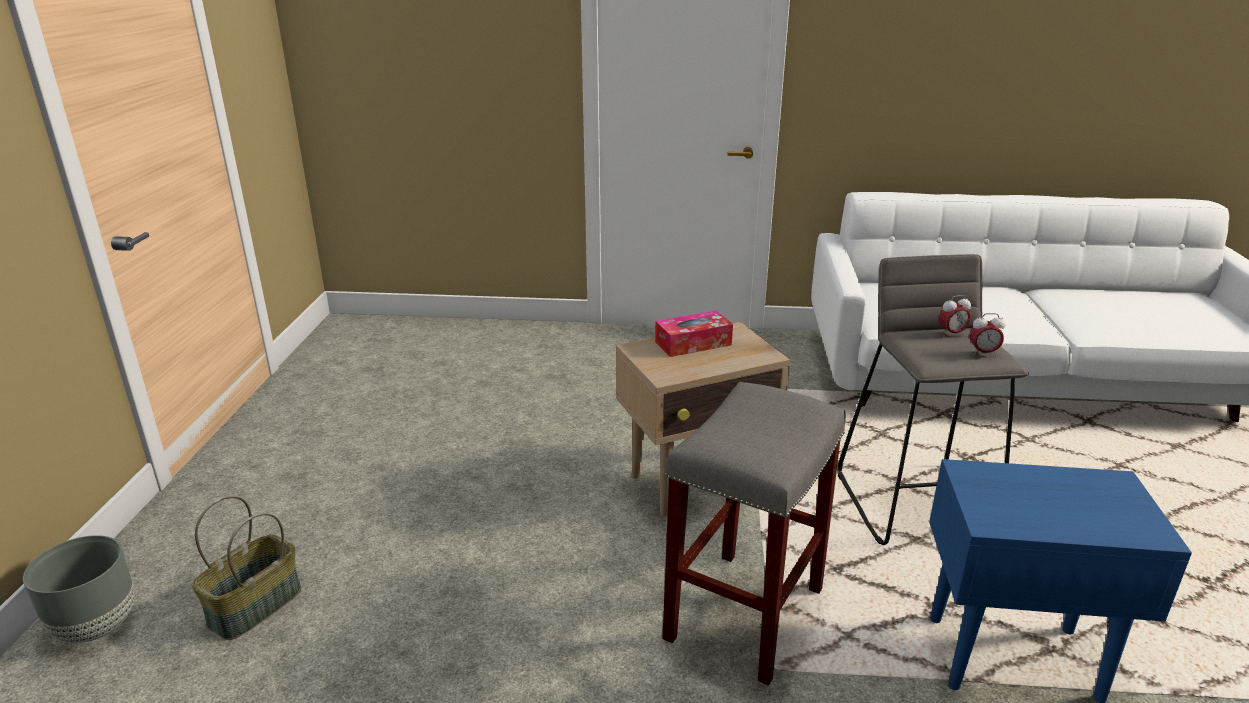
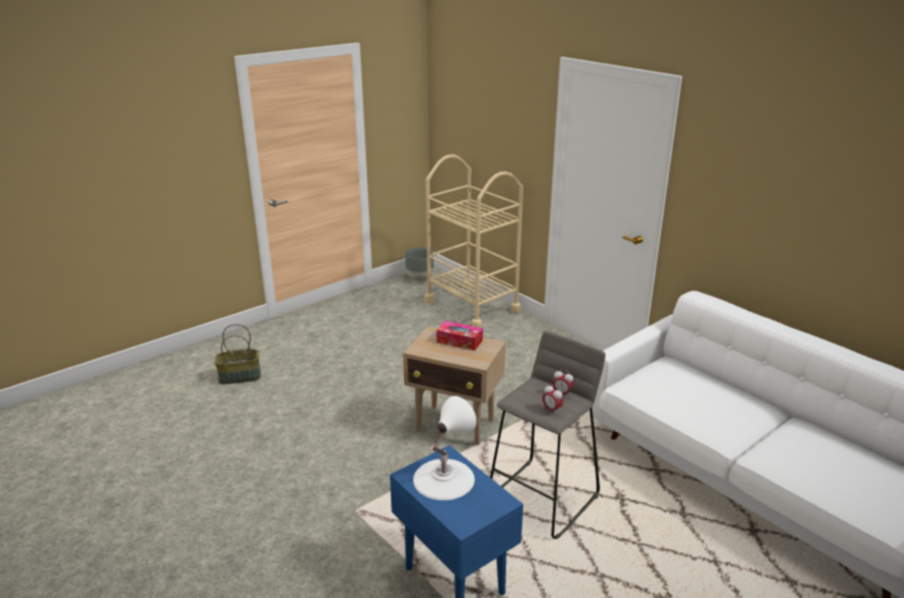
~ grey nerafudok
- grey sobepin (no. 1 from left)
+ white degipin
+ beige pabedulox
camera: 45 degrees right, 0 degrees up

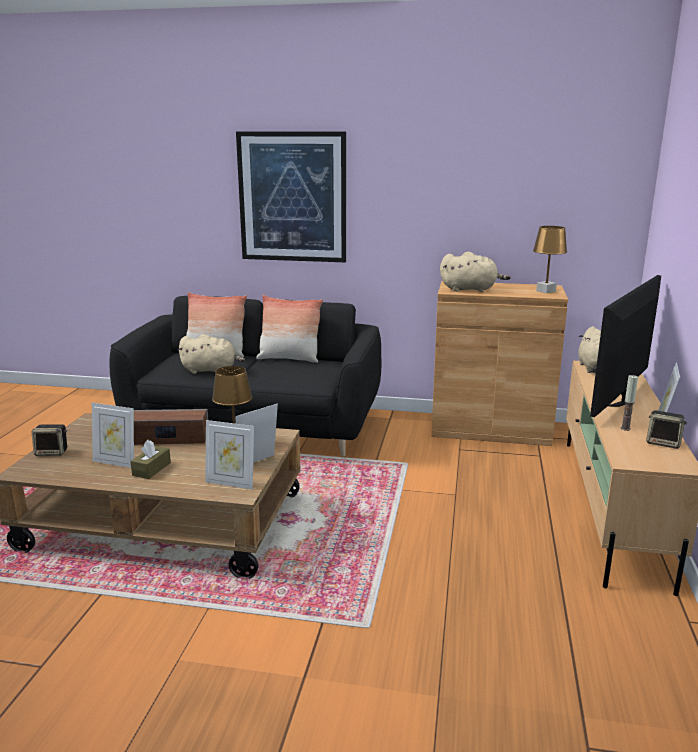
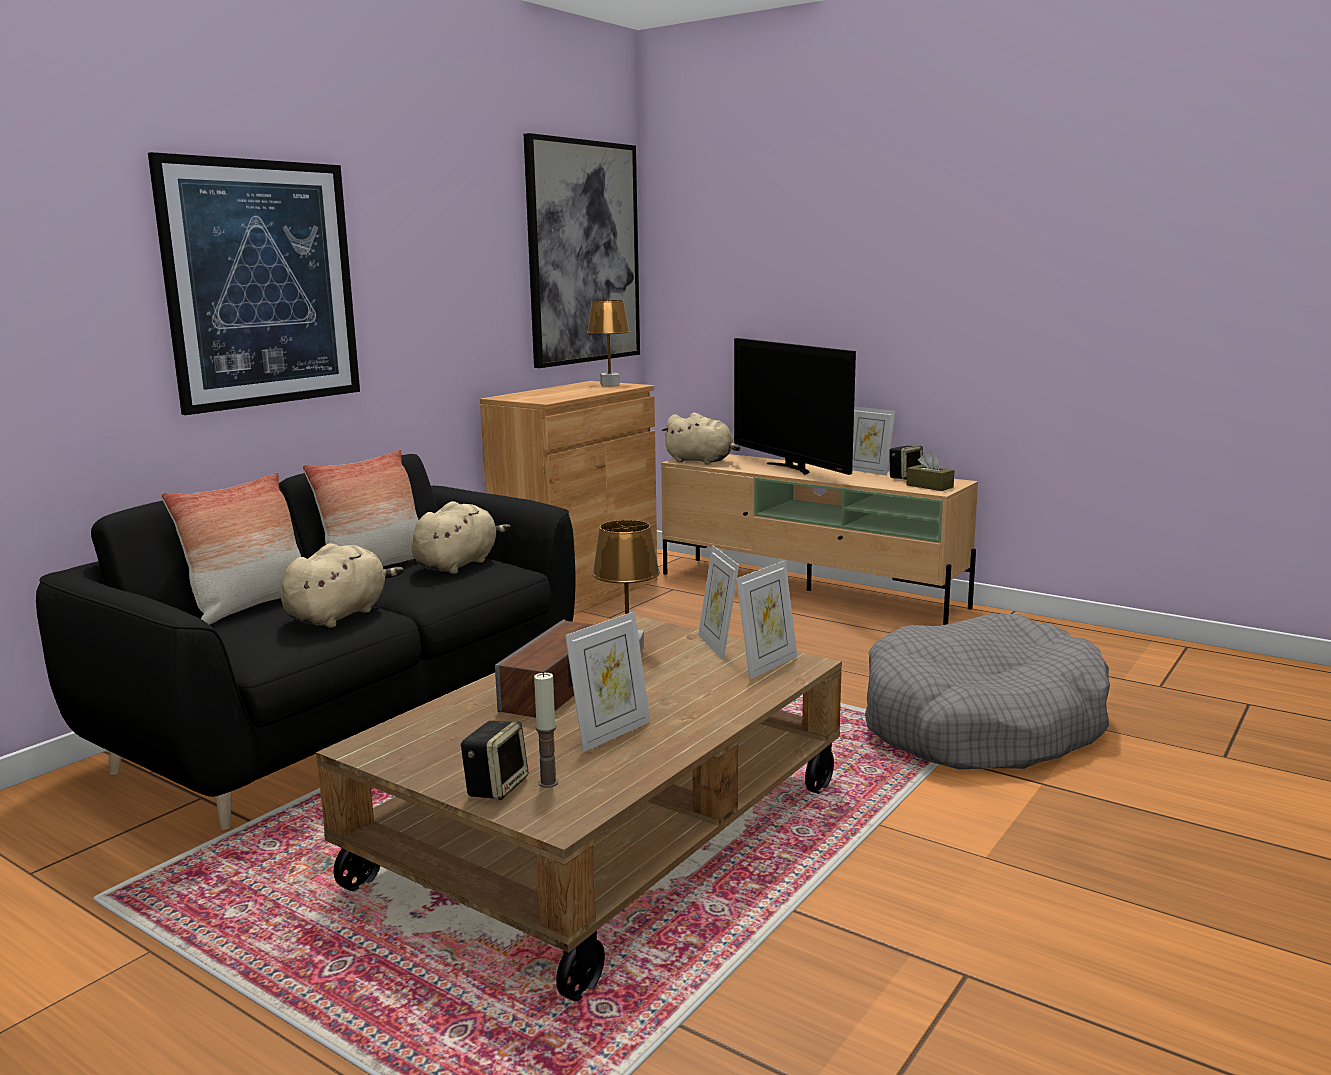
~ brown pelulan
~ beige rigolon (no. 2 from left)
~ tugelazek
+ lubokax (no. 2 from left)
+ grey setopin
camera: 65 degrees left, 5 degrees down

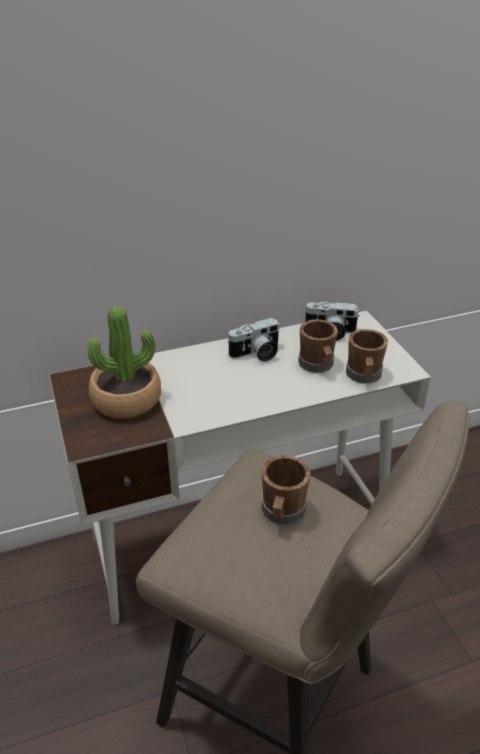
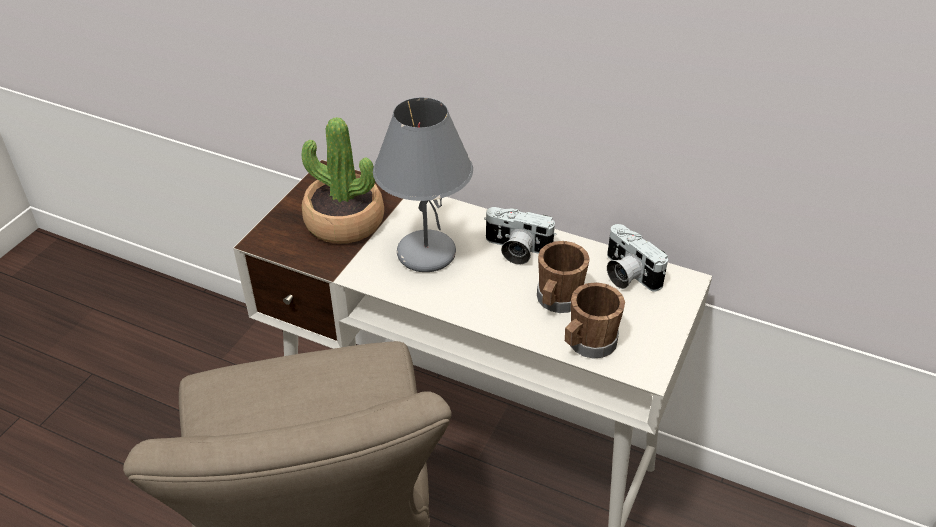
- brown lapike (no. 1 from left)
+ grey degipin
camera: 45 degrees right, 5 degrees up

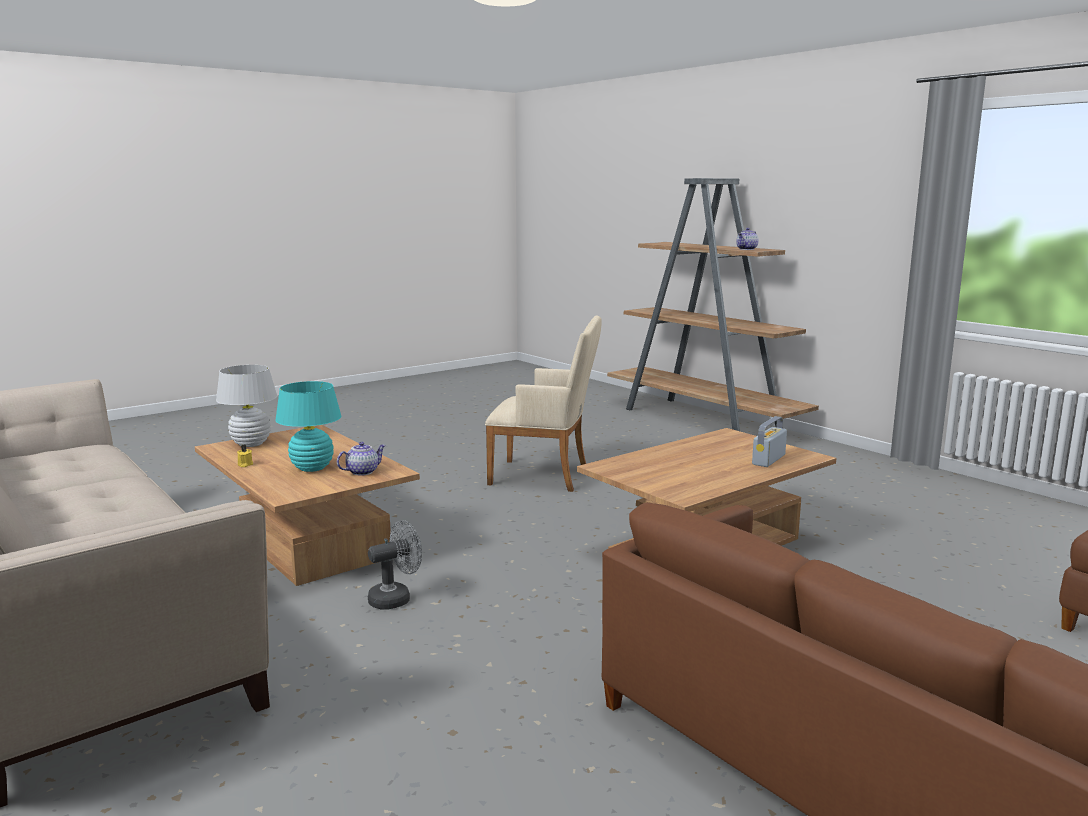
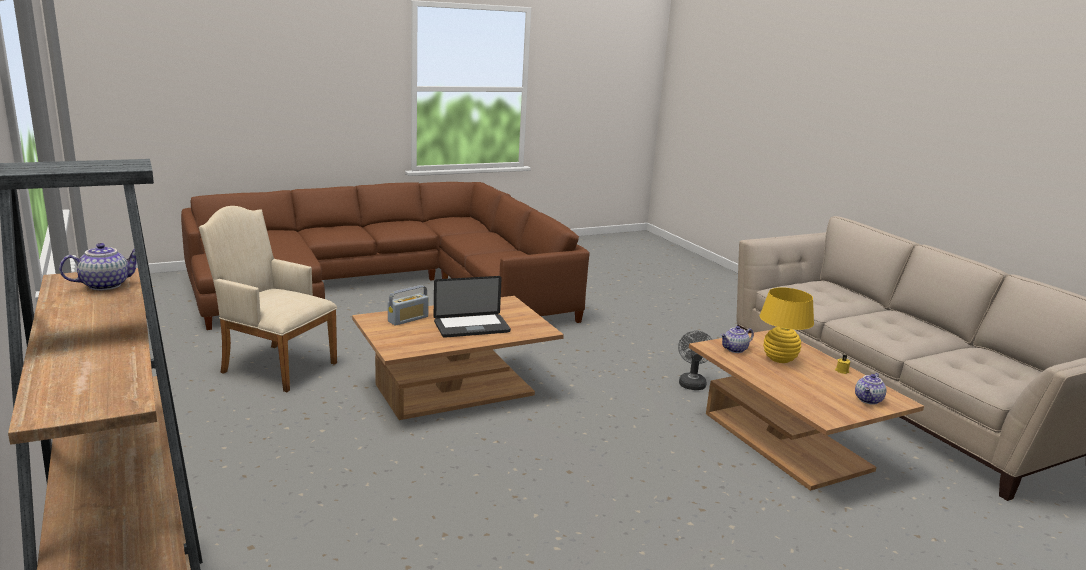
~ white degipin to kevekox (no. 3 from left)
~ turquoise degipin to yellow degipin
~ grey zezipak 120 degrees clockwise
~ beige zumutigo
+ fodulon
camera: 170 degrees left, 5 degrees up

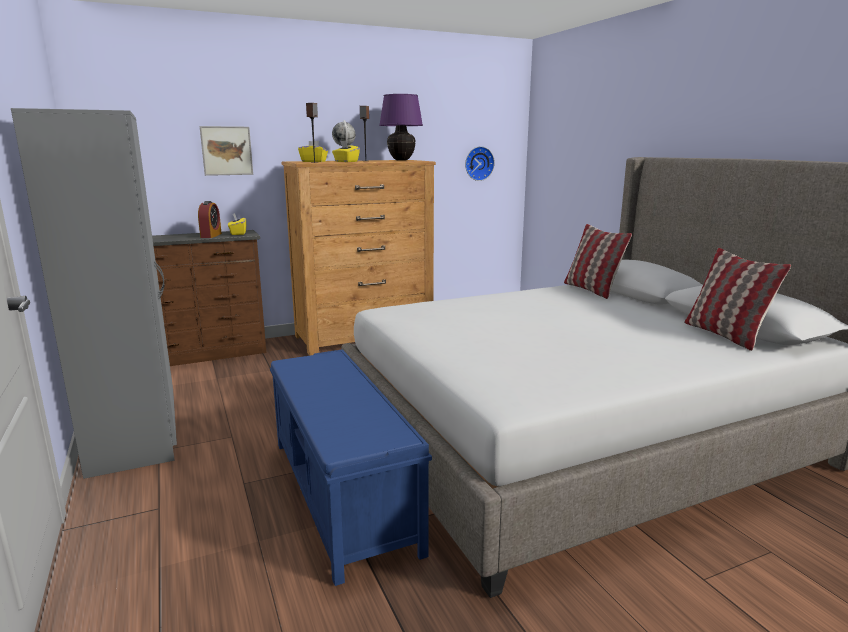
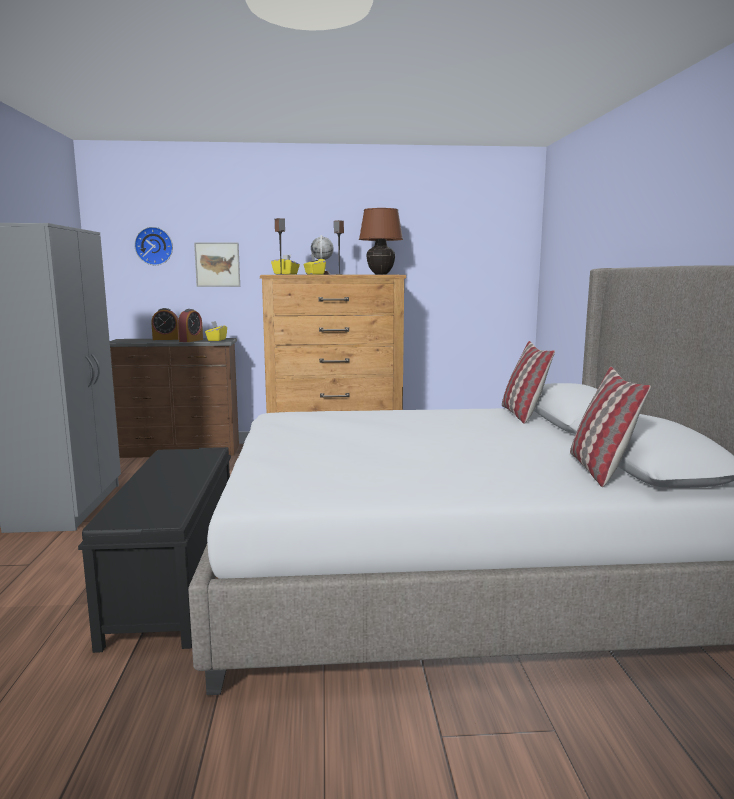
~ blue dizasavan to black dizasavan
~ purple degipin to brown degipin
~ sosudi
+ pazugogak (no. 1 from left)
camera: 20 degrees right, 5 degrees down

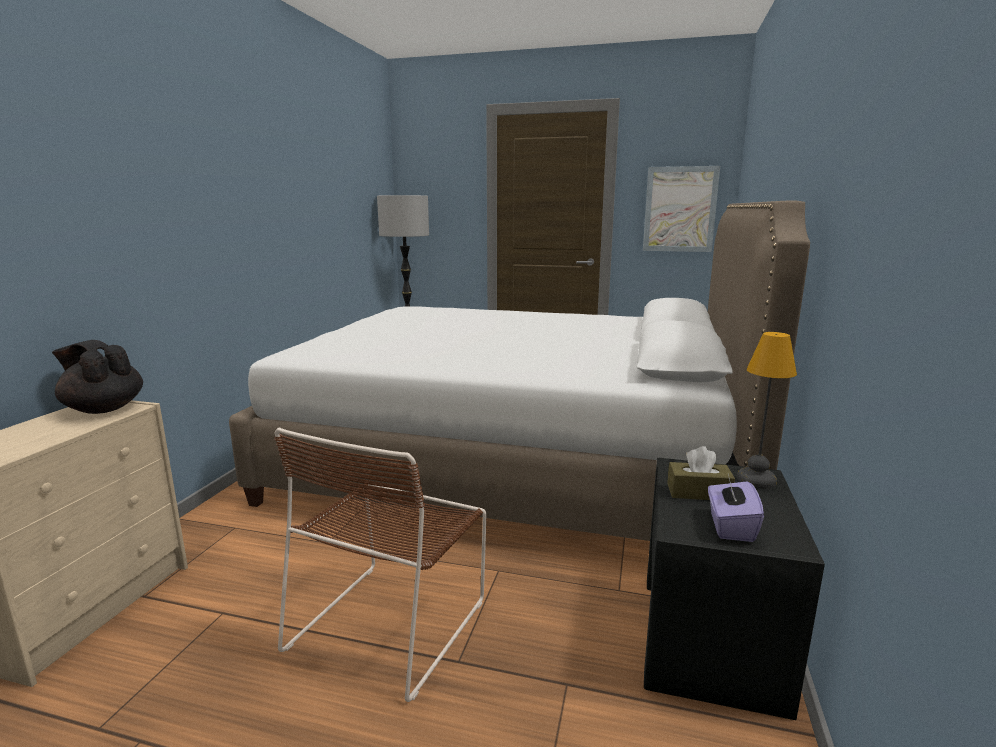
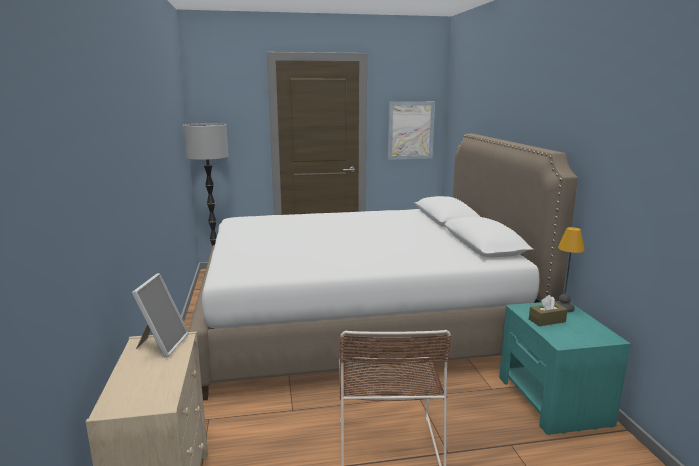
~ black kevekox to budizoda
~ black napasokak to turquoise napasokak
- purple pelulan
camera: 25 degrees left, 0 degrees up

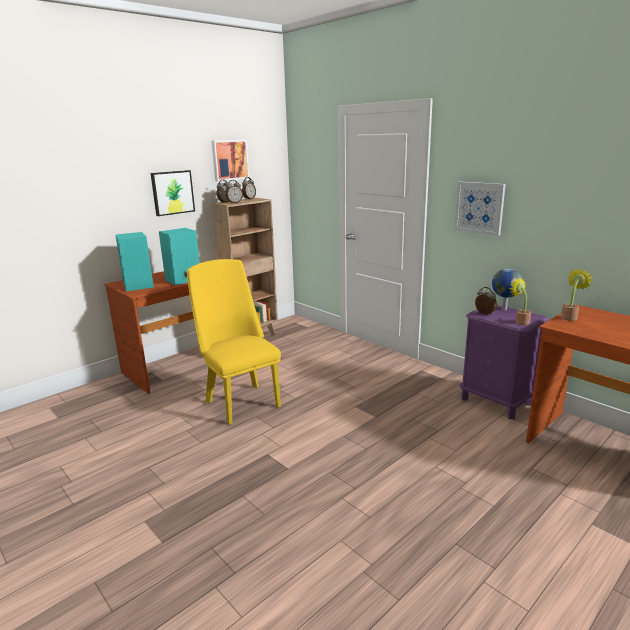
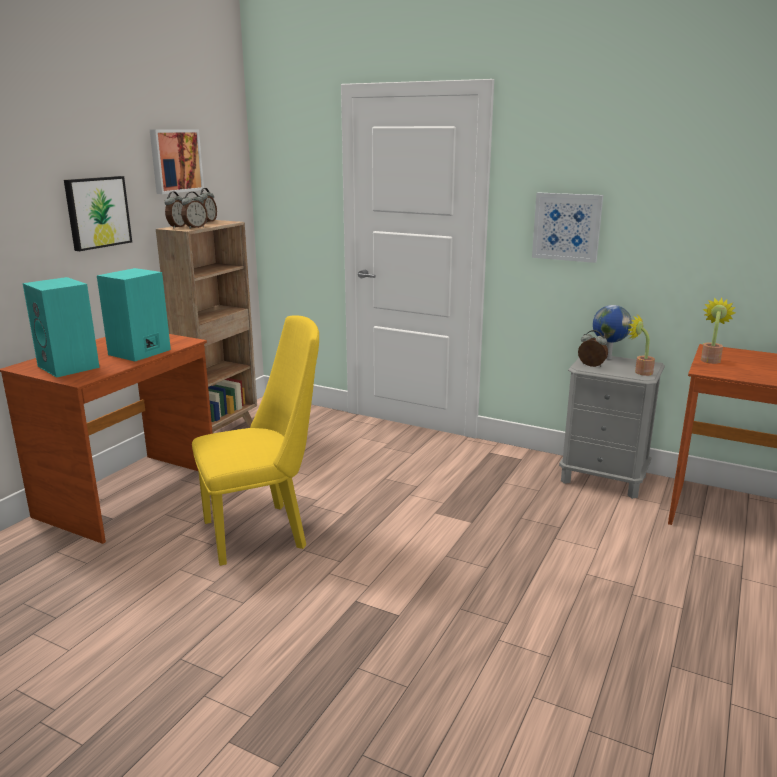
~ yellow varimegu 120 degrees clockwise
~ purple napasokak to grey napasokak
camera: 20 degrees left, 0 degrees up

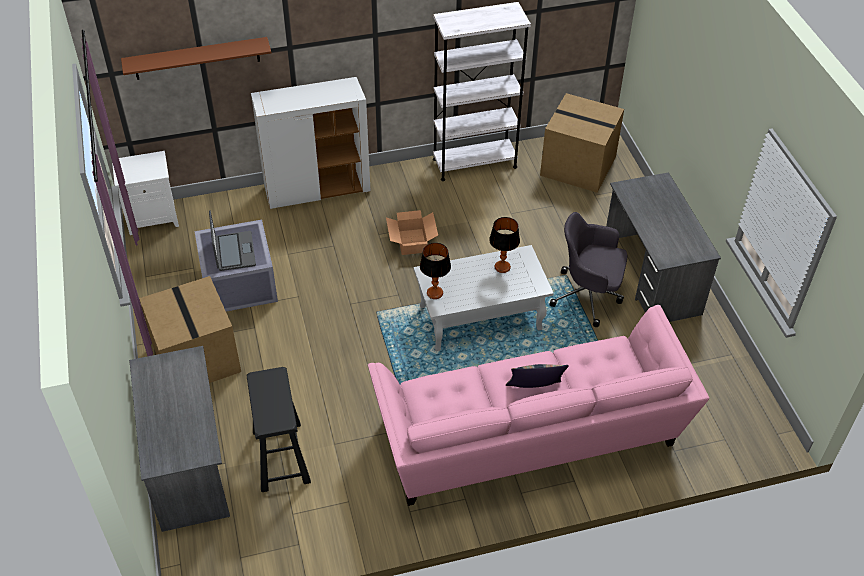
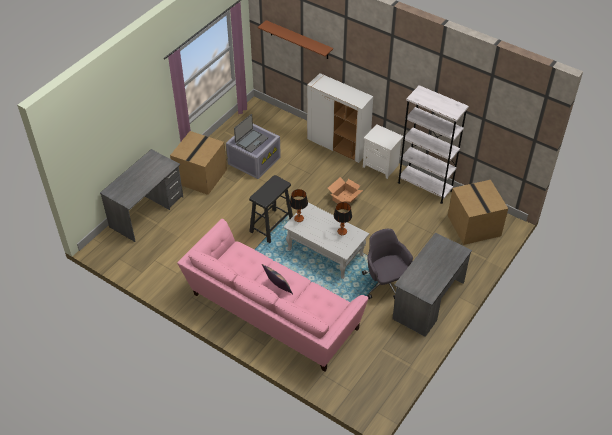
~ white napasokak
~ black sobepin
camera: 50 degrees right, 0 degrees up

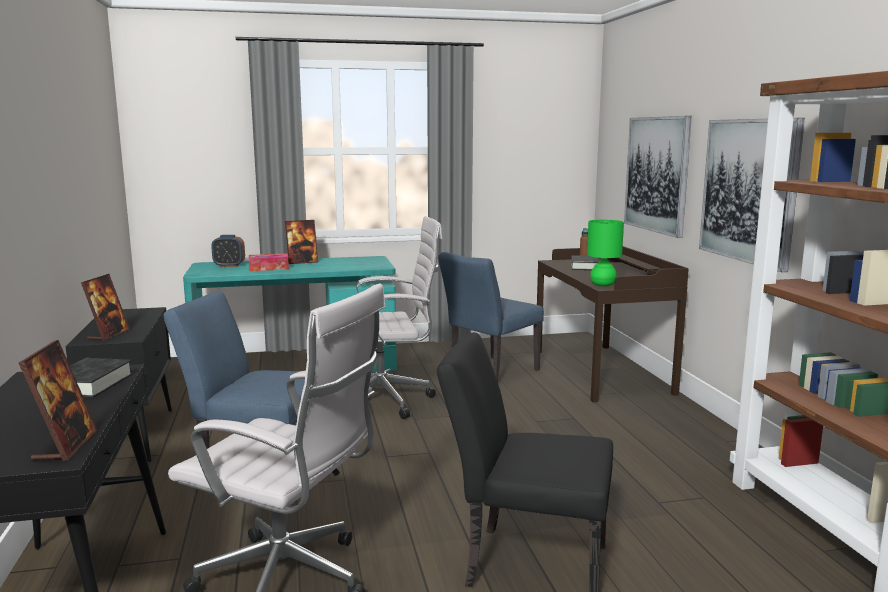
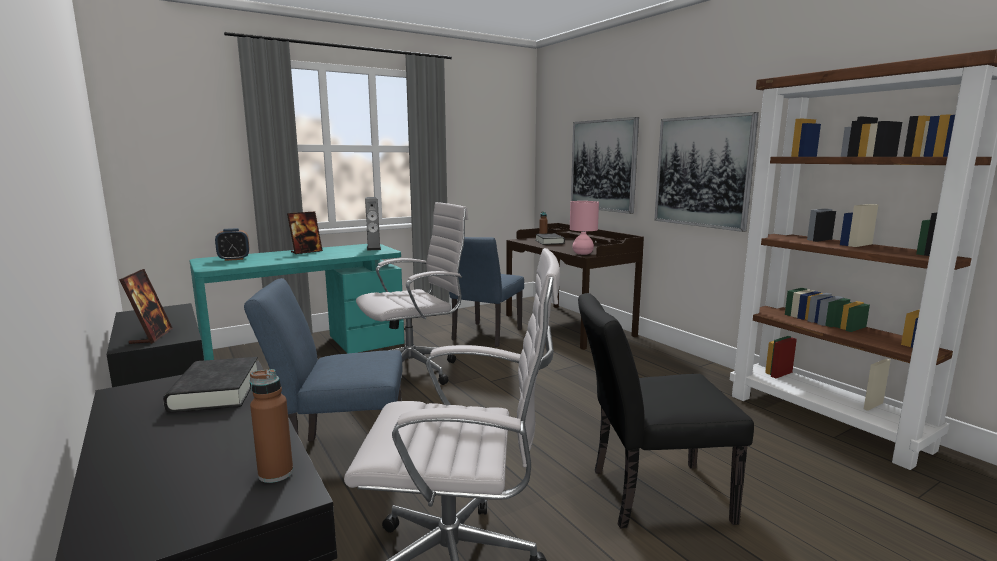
~ budizoda (no. 1 from left) to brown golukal (no. 1 from left)
- pelulan
~ green degipin to pink degipin
+ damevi
camera: 20 degrees left, 0 degrees up

